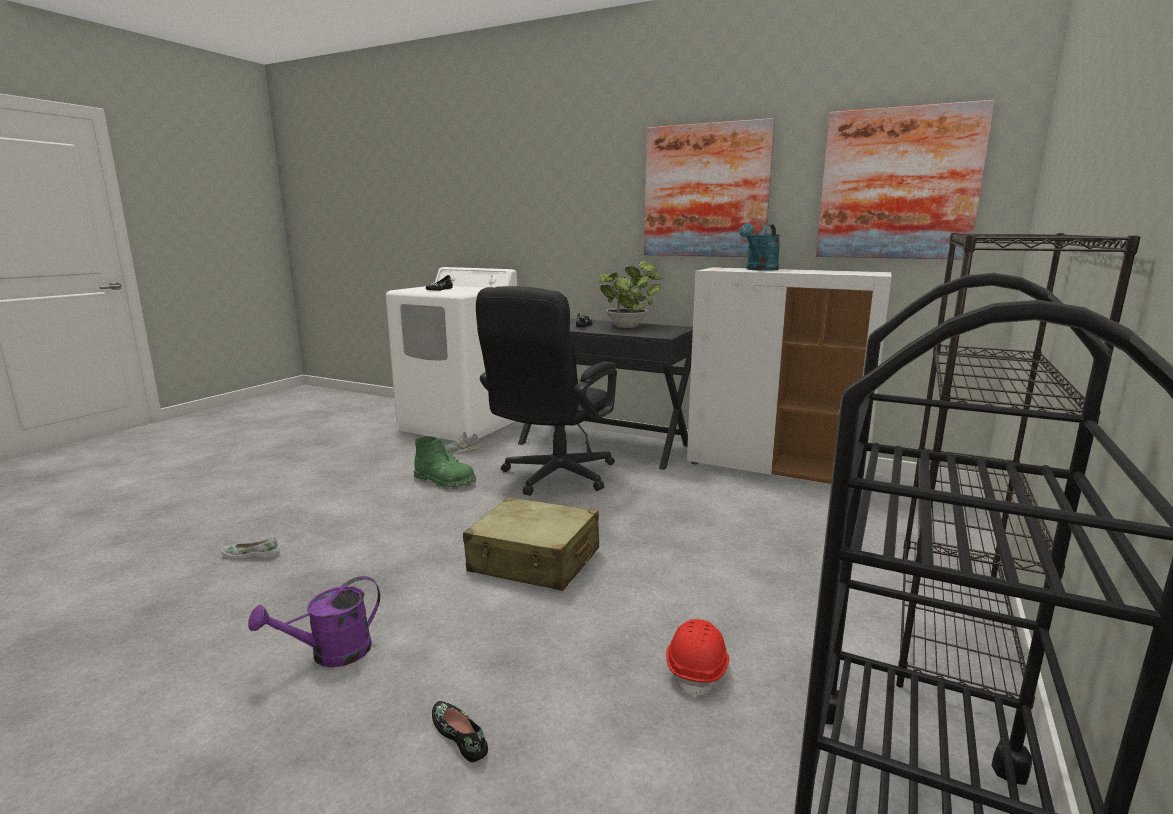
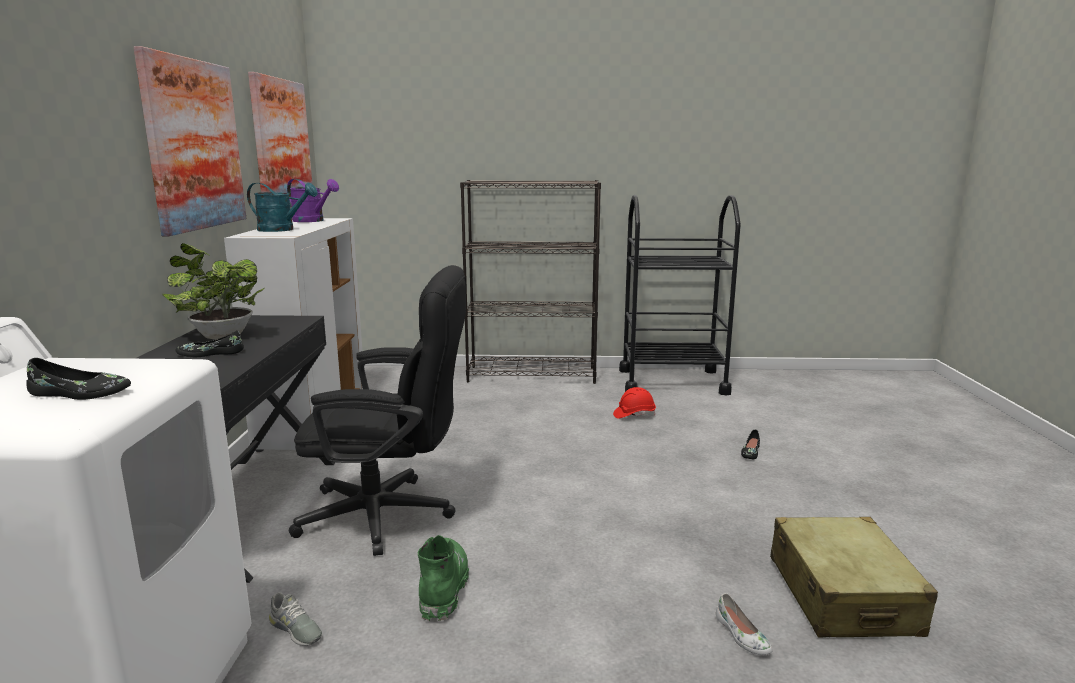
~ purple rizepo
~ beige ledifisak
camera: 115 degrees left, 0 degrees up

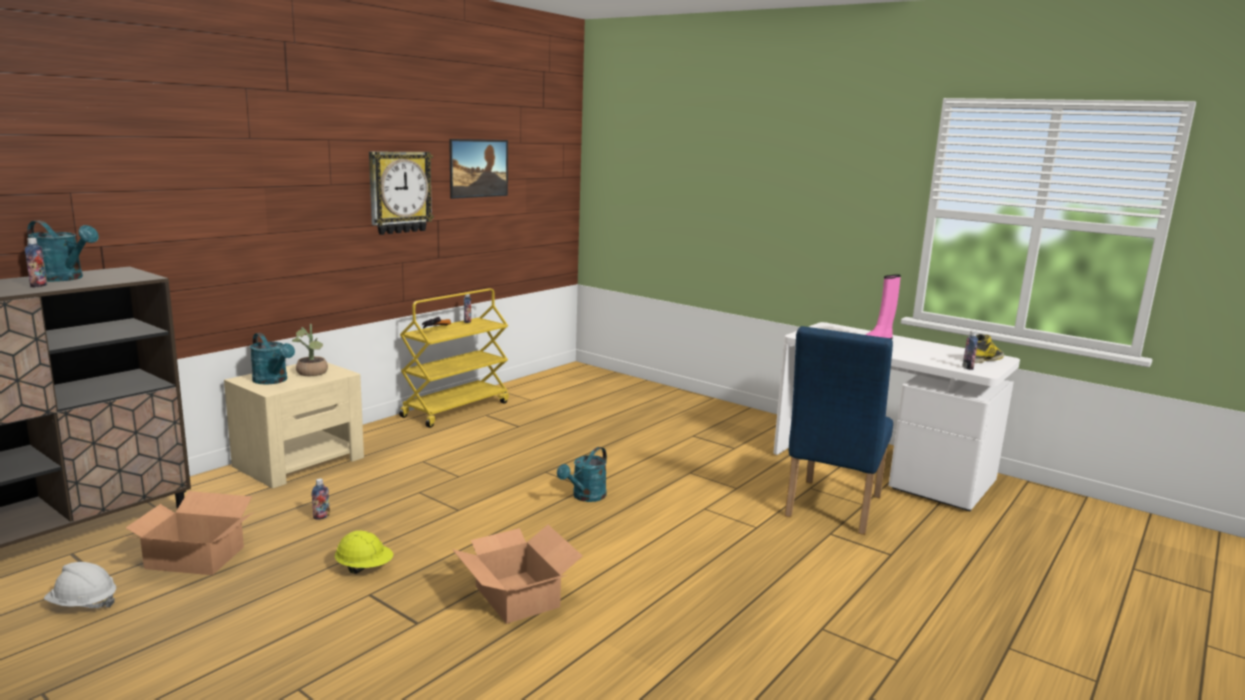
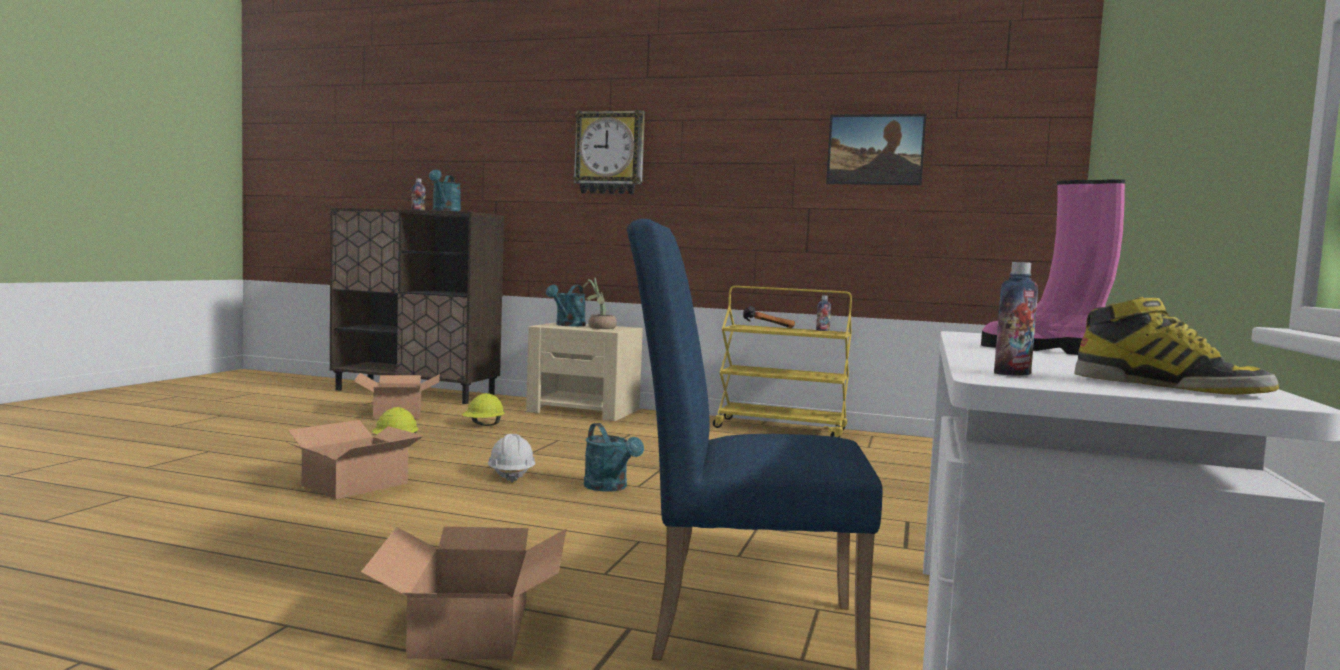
~ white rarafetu
~ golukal (no. 2 from left) to yellow rarafetu (no. 2 from left)
~ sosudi
~ turquoise rizepo (no. 3 from left) 135 degrees counterclockwise
+ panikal (no. 3 from left)
camera: 70 degrees right, 10 degrees down

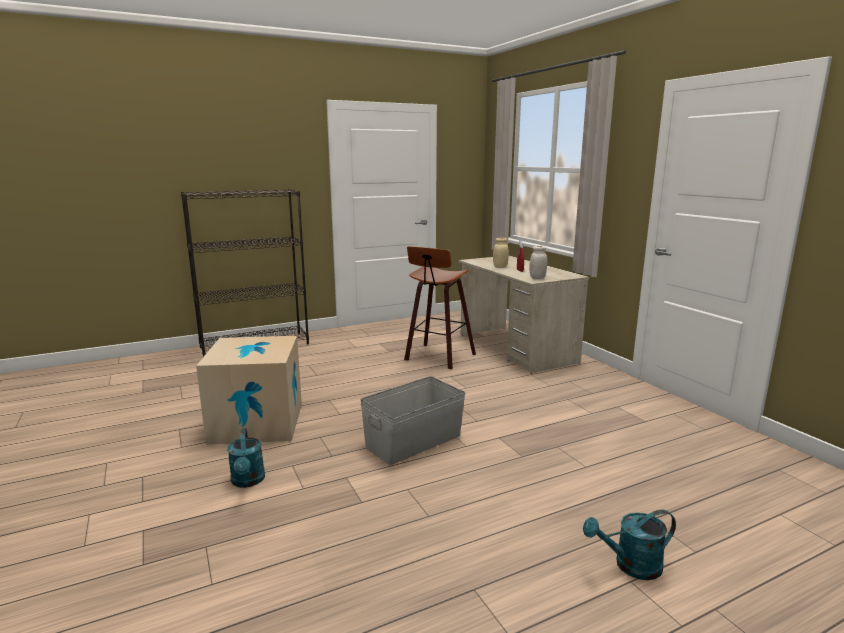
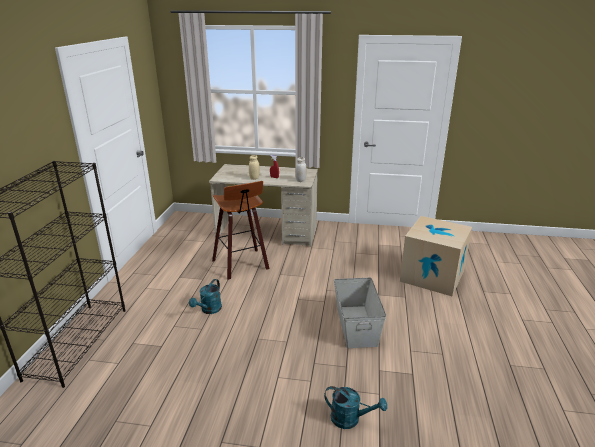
~ panikal
~ turquoise rizepo (no. 2 from left in the first image) to turquoise rizepo (no. 1 from left)
camera: 55 degrees left, 10 degrees up

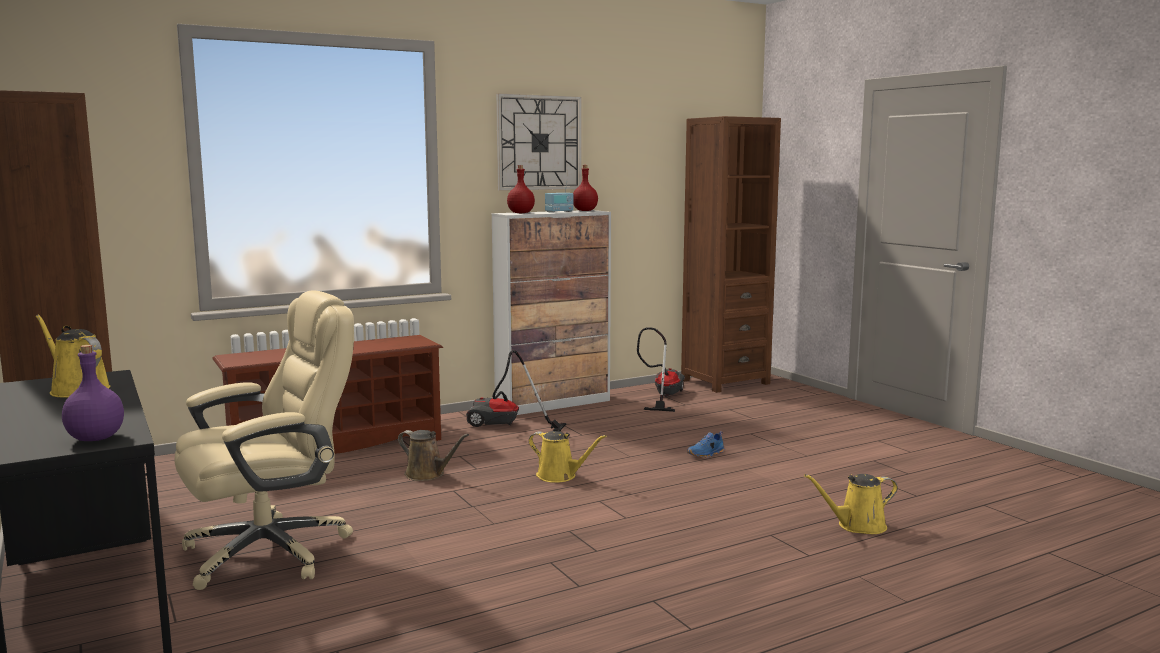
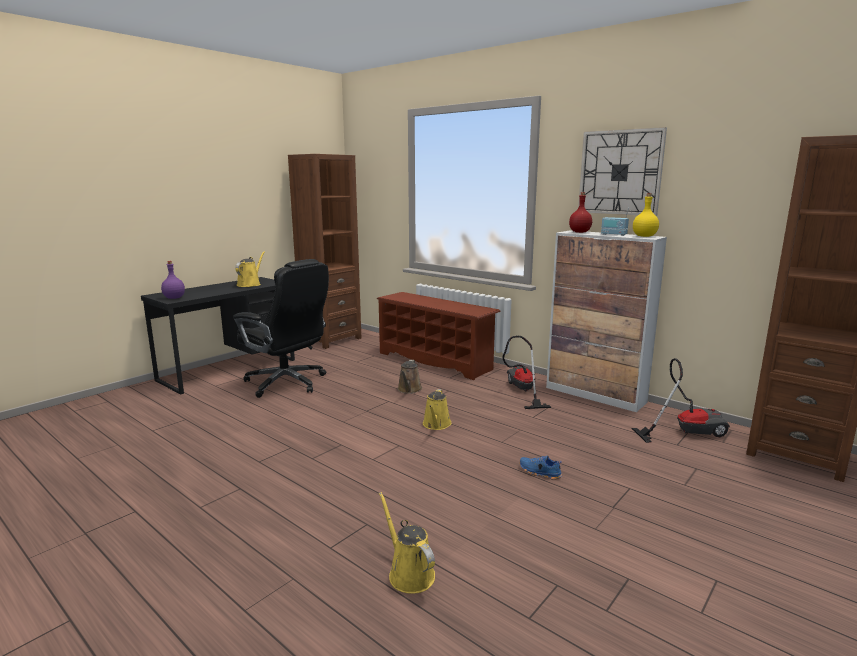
~ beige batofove to black batofove
~ red golukal (no. 2 from left) to yellow golukal
camera: 70 degrees right, 5 degrees up

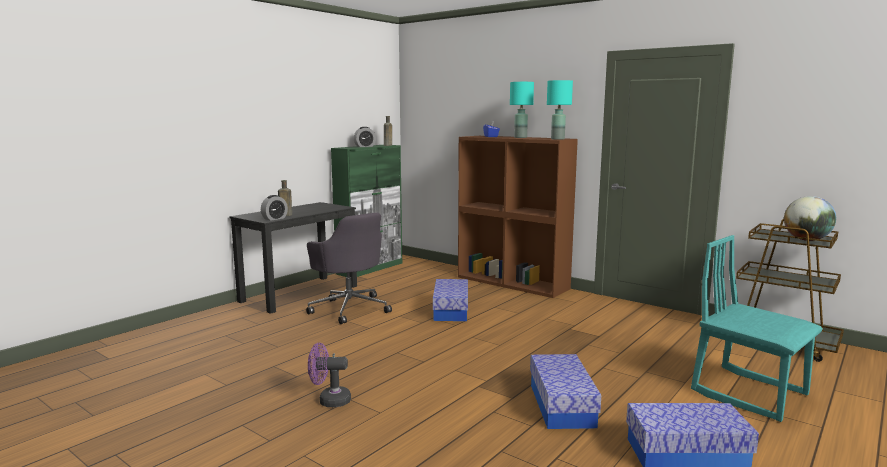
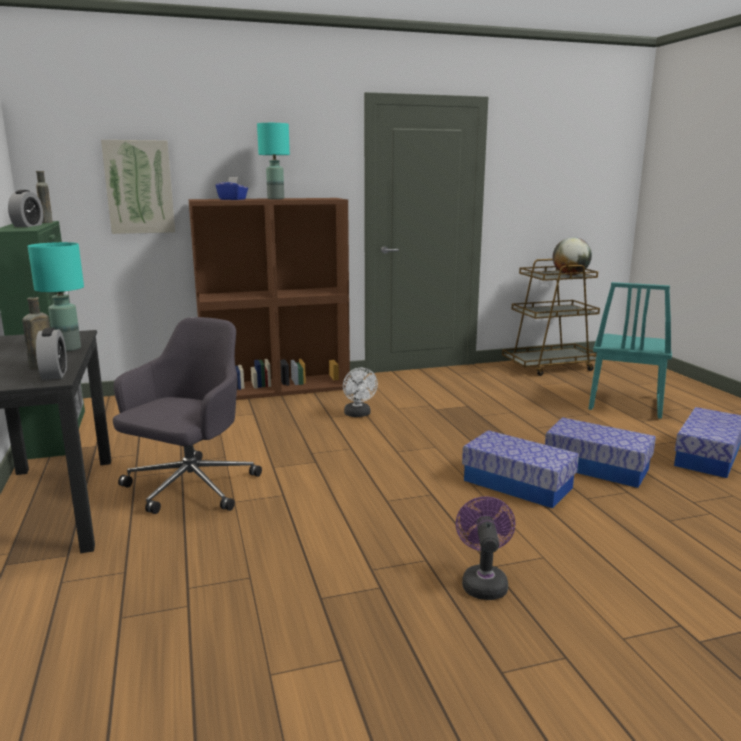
~ grey batofove 60 degrees counterclockwise
~ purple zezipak 150 degrees clockwise
~ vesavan (no. 1 from left)
~ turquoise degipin (no. 2 from left in the first image) to turquoise degipin (no. 1 from left)
~ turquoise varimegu 60 degrees counterclockwise
+ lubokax
+ white zezipak
camera: 55 degrees left, 5 degrees up

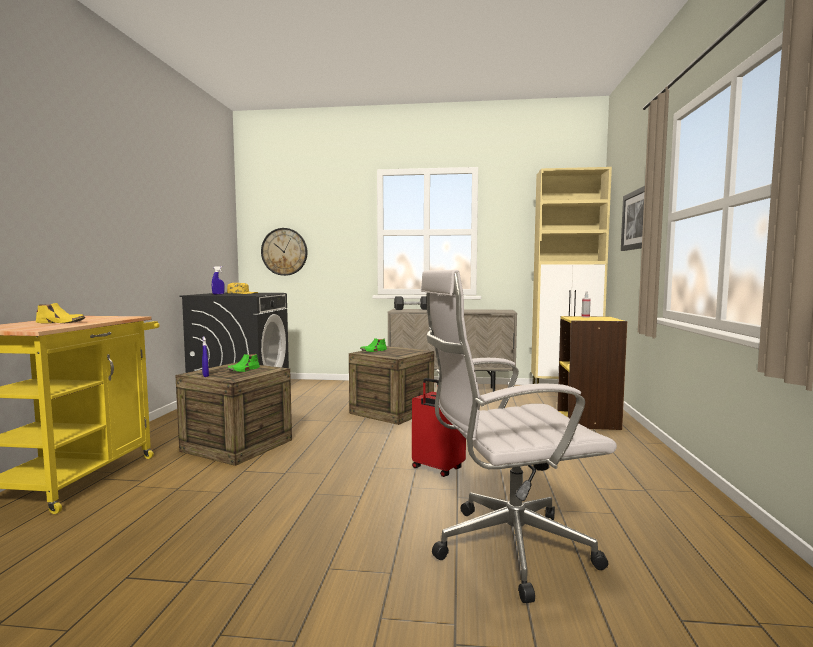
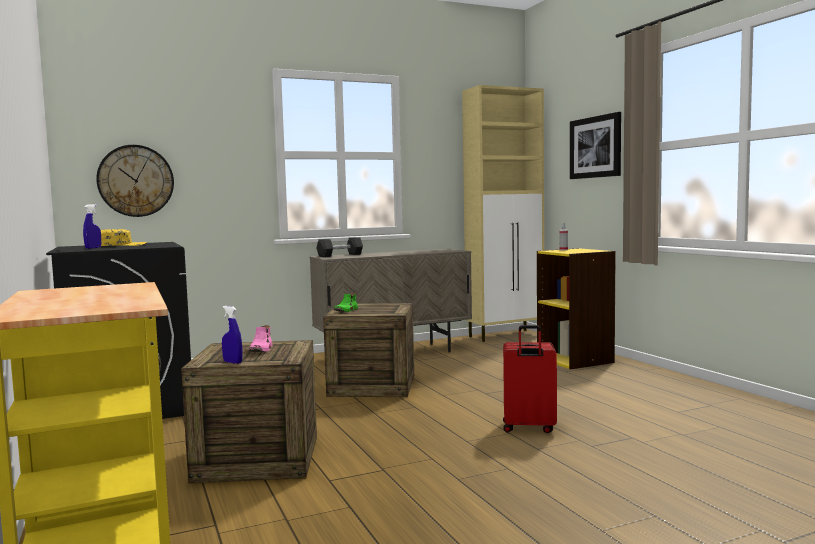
- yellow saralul
~ green saralul (no. 1 from left) to pink saralul
- white batofove
camera: 30 degrees left, 0 degrees up

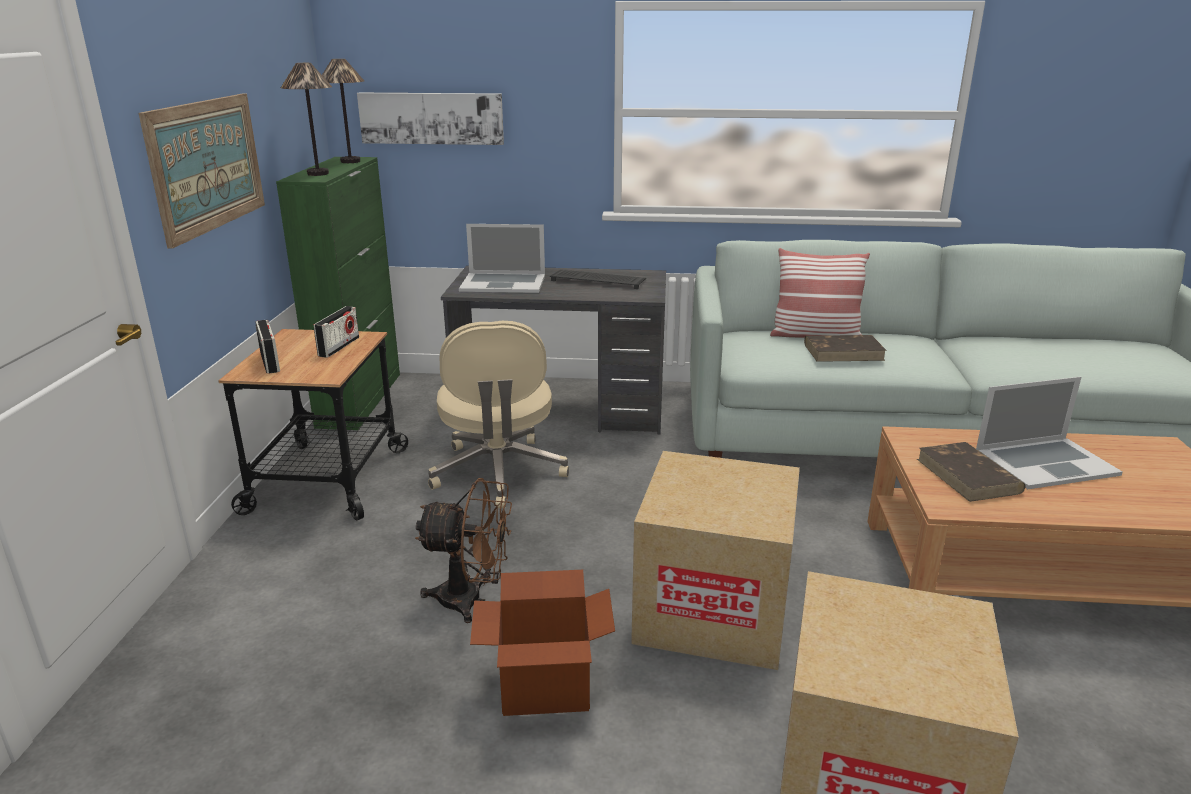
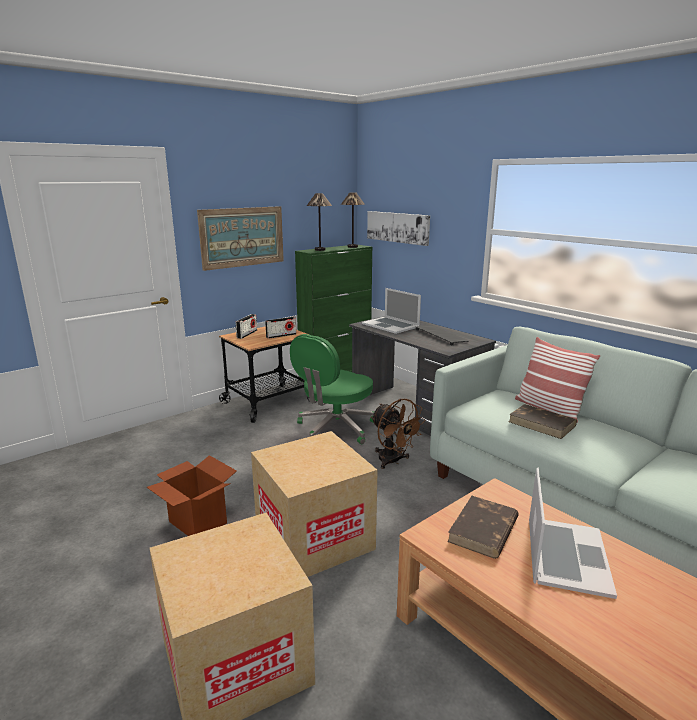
~ brown zezipak
~ beige batofove to green batofove
~ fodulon (no. 2 from left) 105 degrees counterclockwise
camera: 45 degrees right, 5 degrees down

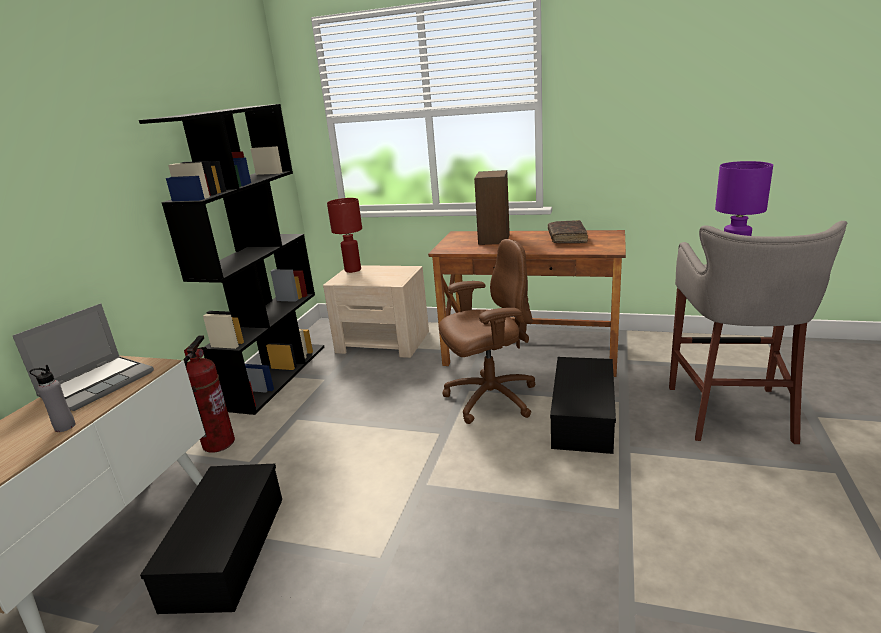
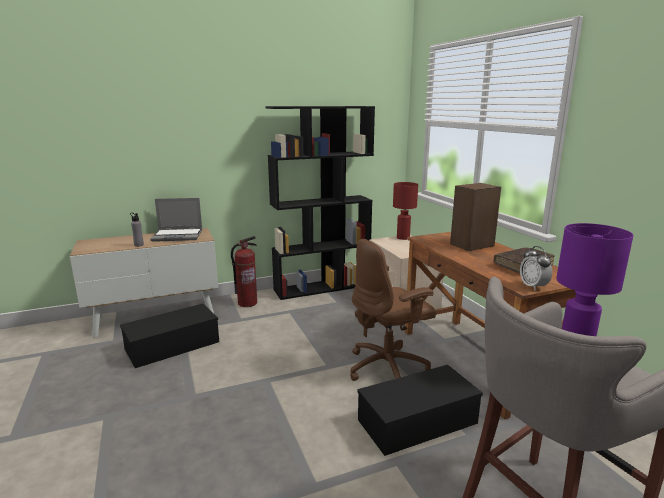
~ brown batofove 120 degrees clockwise
+ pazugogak
camera: 50 degrees right, 5 degrees down

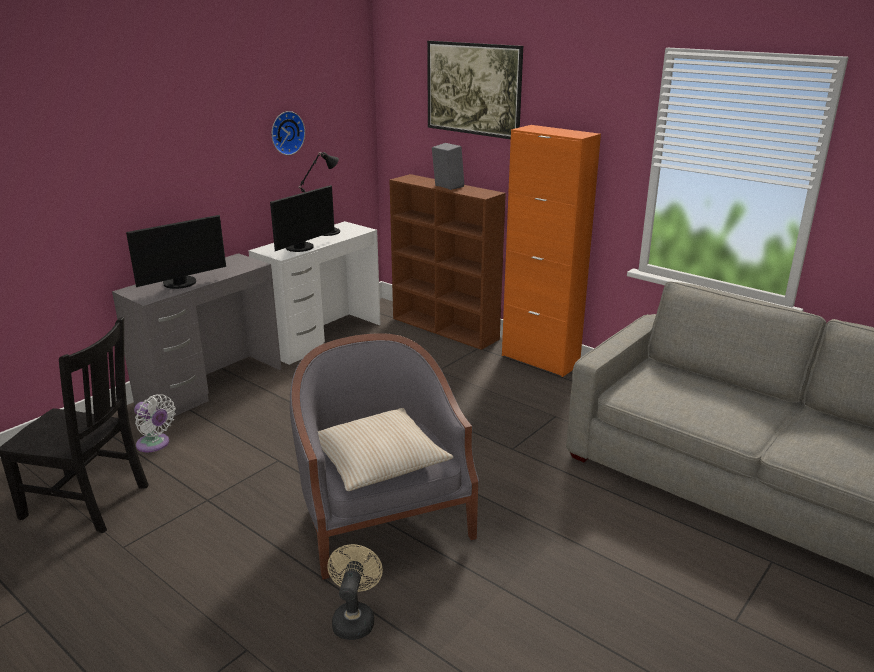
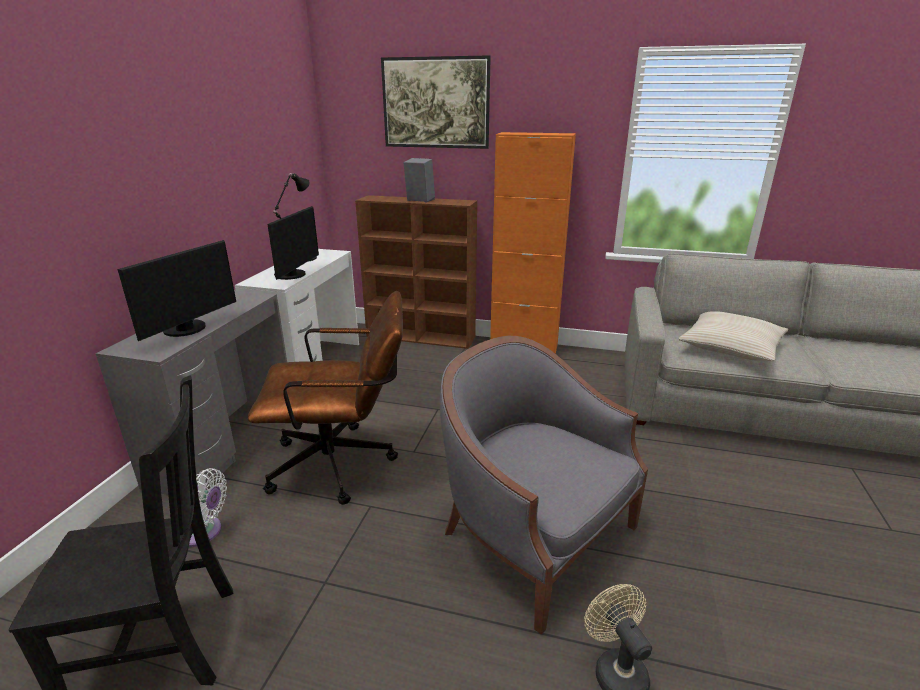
- sosudi
~ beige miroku
+ brown batofove
camera: 25 degrees left, 0 degrees up

